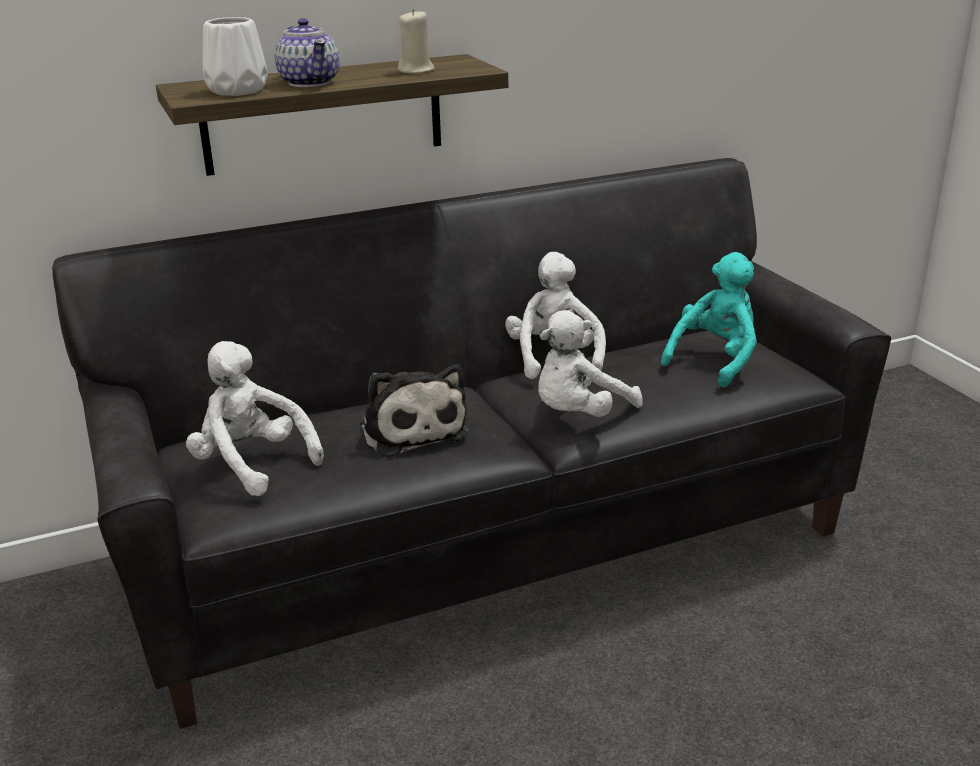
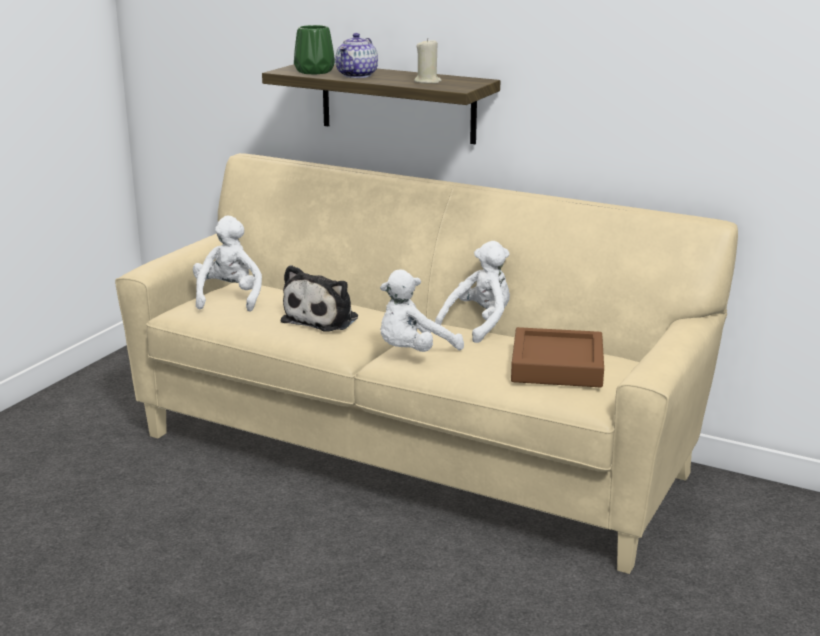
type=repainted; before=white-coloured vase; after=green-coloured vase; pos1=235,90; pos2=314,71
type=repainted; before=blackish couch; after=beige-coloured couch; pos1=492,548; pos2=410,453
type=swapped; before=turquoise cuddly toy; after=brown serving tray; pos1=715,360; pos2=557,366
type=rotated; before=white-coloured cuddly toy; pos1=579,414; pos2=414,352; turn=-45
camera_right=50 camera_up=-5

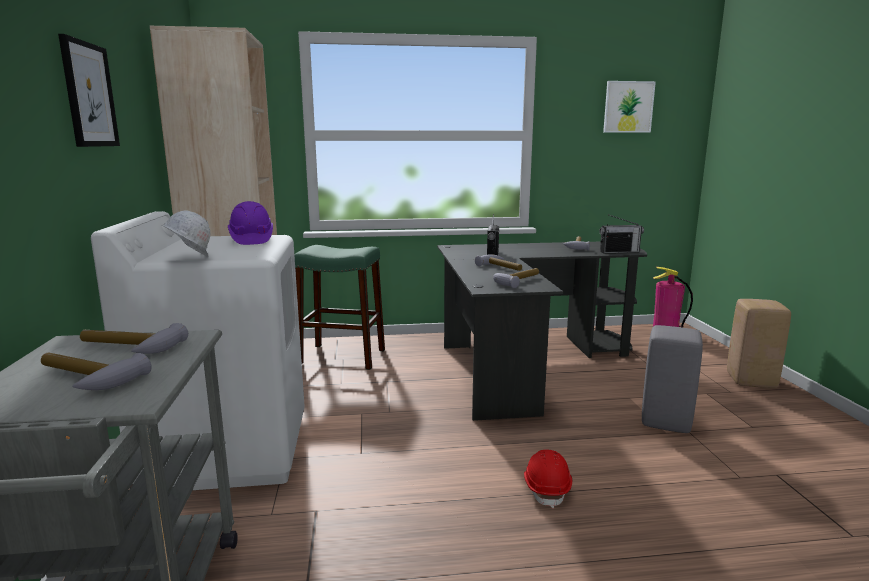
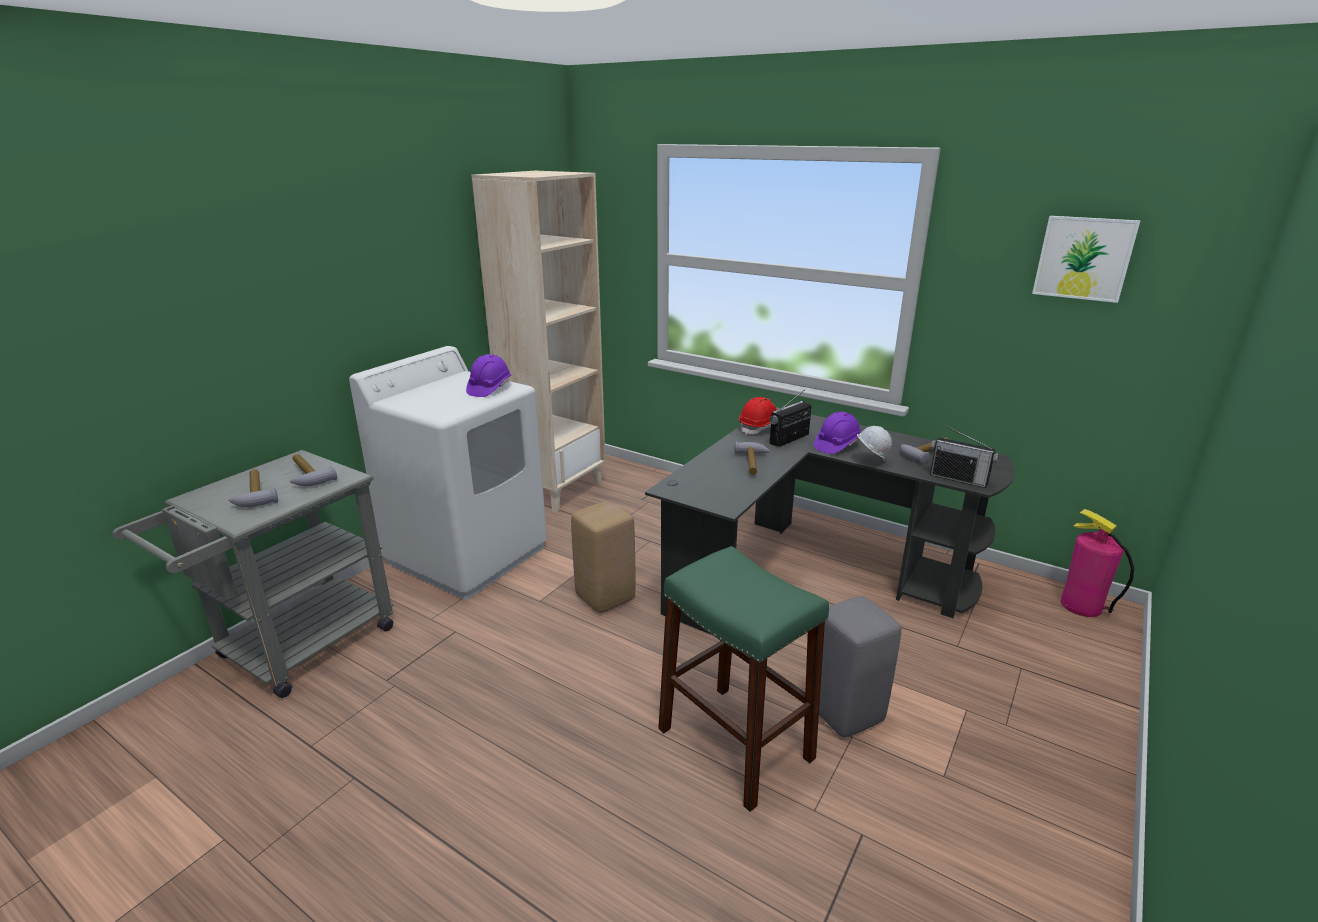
type=gone; before=wall picture; pos1=89,95
type=shifted; before=white-coloured work helmet; pos1=189,259; pos2=870,461
type=shifted; before=green-coloured stool seat; pos1=342,356; pos2=735,743
type=gone; before=hand hammer; pos1=517,281
type=shifted; before=beige-coloured stool seat; pos1=750,380; pos2=605,597
type=shifted; before=red work helmet; pos1=547,488; pos2=760,428
type=new; after=purple work helmet; pos2=836,445
camera_right=40 camera_up=10

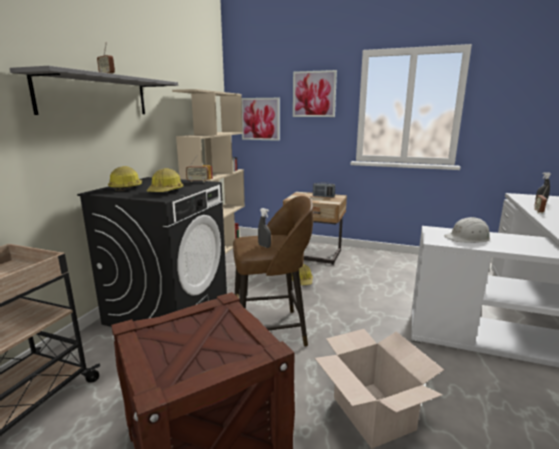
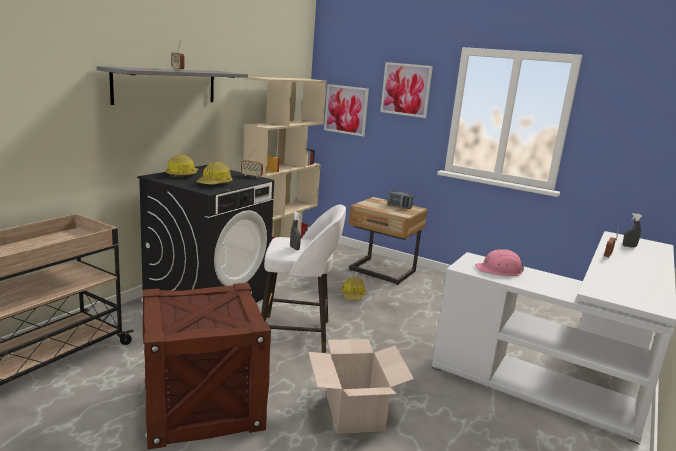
type=repainted; before=brown stool seat; after=white-coloured stool seat; pos1=271,330; pos2=297,334
type=repainted; before=white-coloured work helmet; after=pink-coloured work helmet; pos1=468,238; pos2=499,270
camera_right=10 camera_up=0

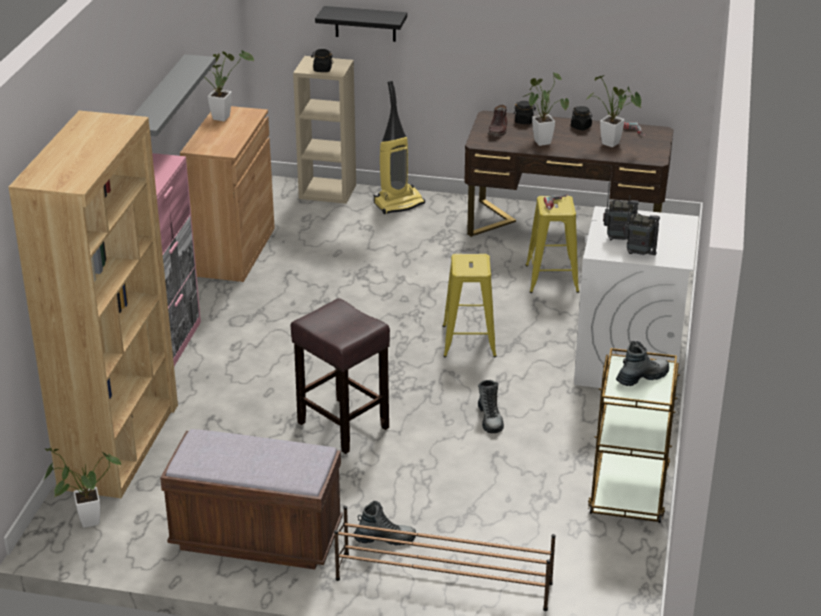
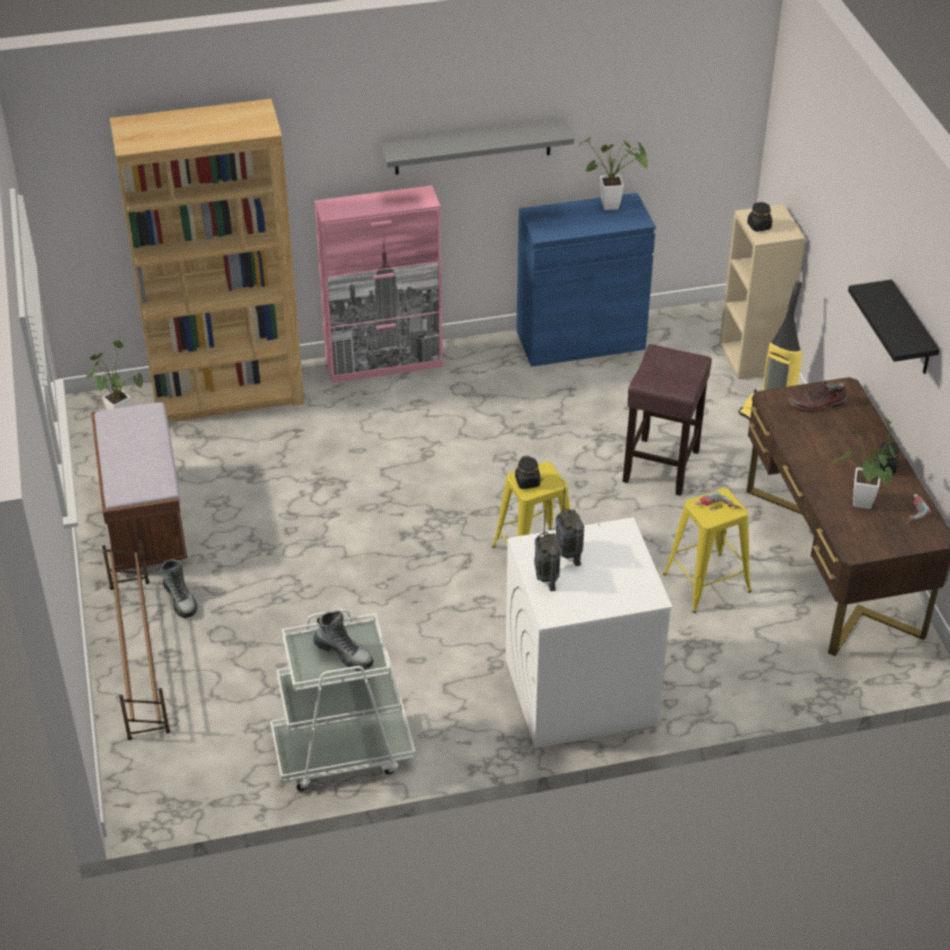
type=shifted; before=blackish bracket shelf; pos1=365,24; pos2=911,330
type=gone; before=plant in a pot; pos1=541,140
type=shifted; before=blackish preserve jar; pos1=524,121; pos2=527,482
type=repainted; before=brown cabinet; after=blue cabinet; pos1=233,251; pos2=580,340
type=shifted; before=brown stool seat; pos1=341,425; pos2=661,465
type=repainted; before=brown wheeled cart; after=white-coloured wheeled cart; pos1=628,490; pos2=342,752
type=gone; before=boot; pos1=490,419
camera_right=65 camera_up=10

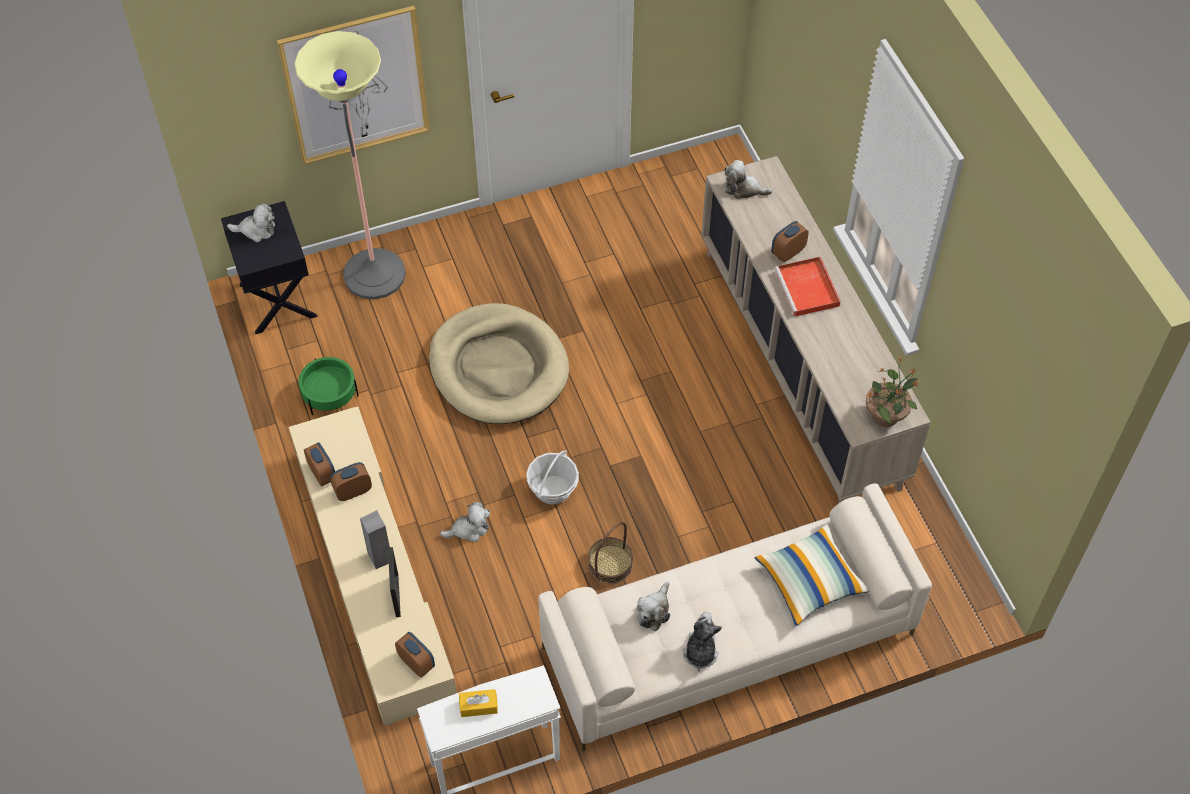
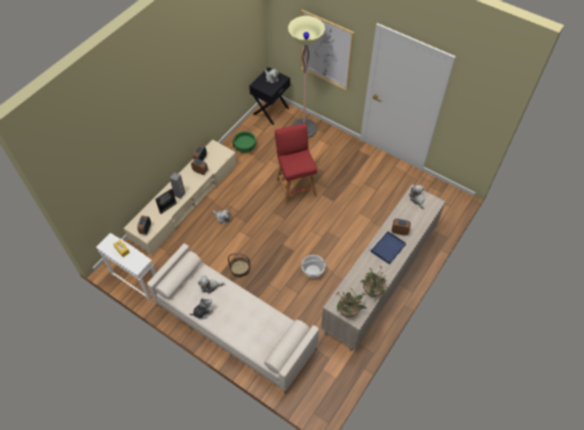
type=repainted; before=red serving tray; after=blue serving tray; pos1=808,289; pos2=387,248
type=swapped; before=beige-coloured dog bed; after=red stool seat; pos1=498,368; pos2=295,186
type=shifted; before=basket; pos1=553,489; pos2=312,271
type=gone; before=pillow; pos1=810,581
type=new; after=plant in a pot; pos2=372,291
camera_right=55 camera_up=0

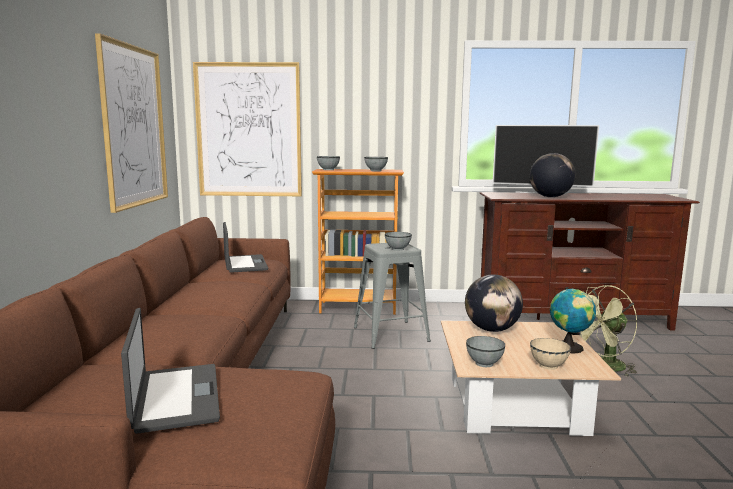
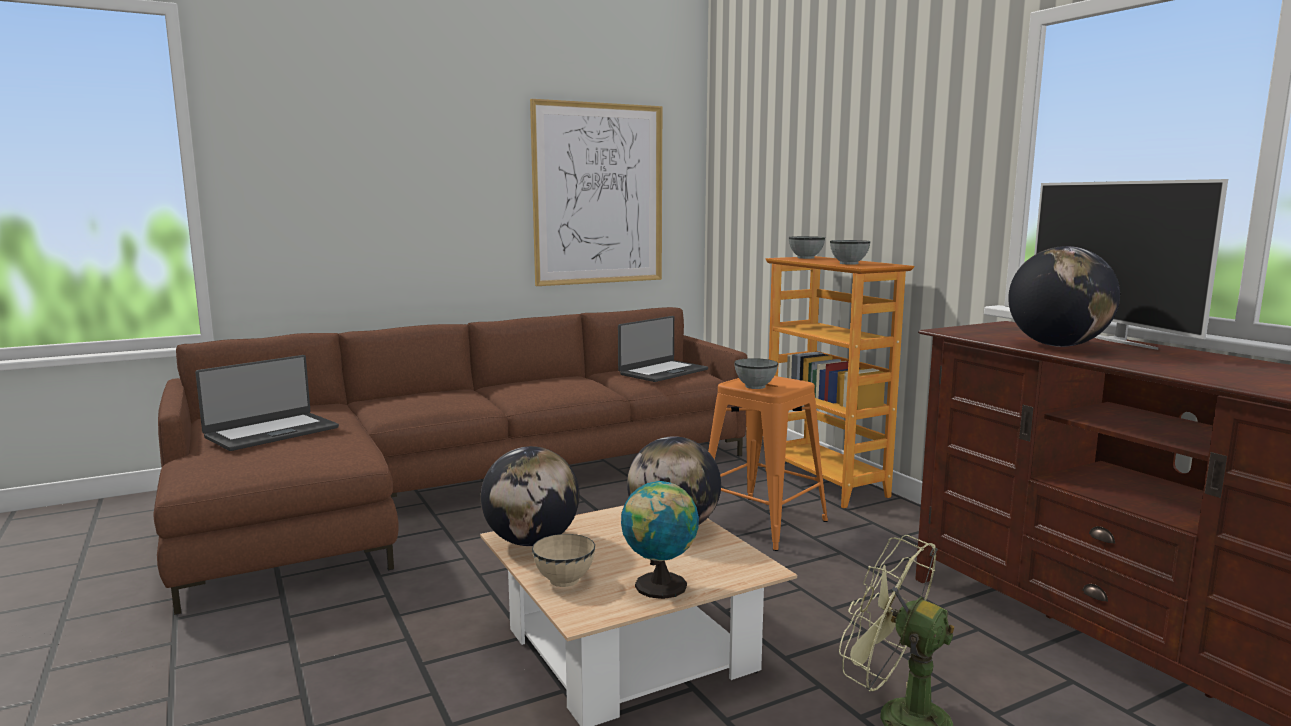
type=gone; before=wall picture; pos1=249,130
type=repainted; before=gray stool seat; after=orange stool seat; pos1=390,334; pos2=761,522
type=swapped; before=gray bowl; after=world globe; pos1=485,363; pos2=531,542
camera_right=60 camera_up=0

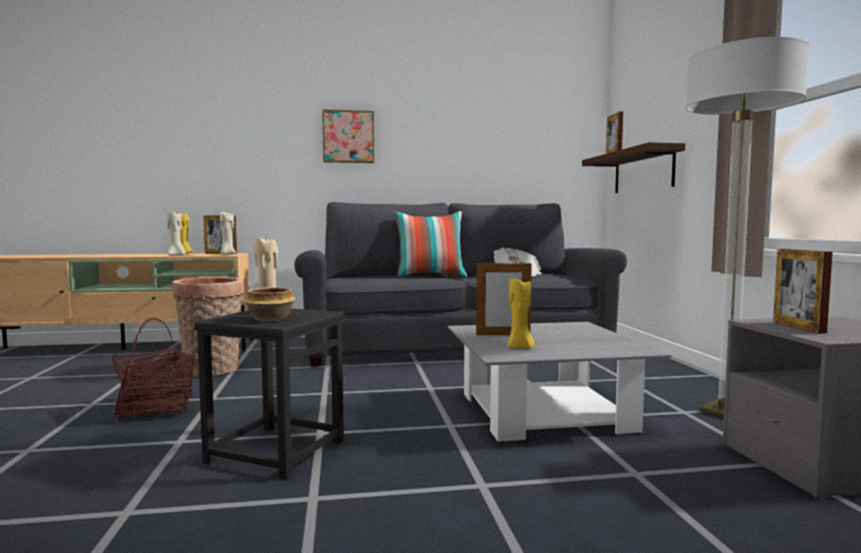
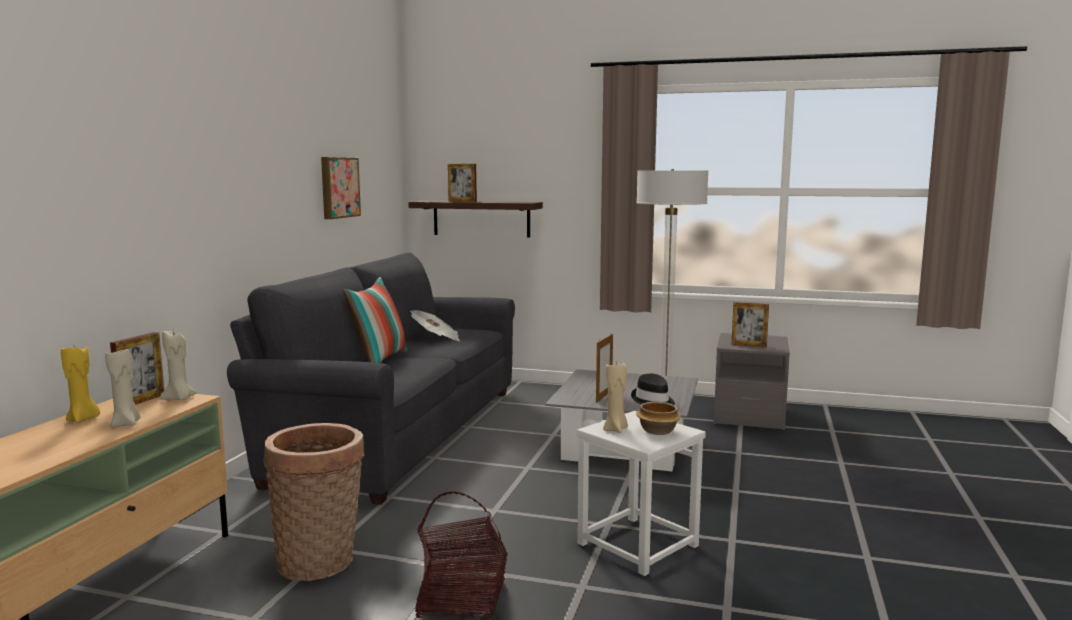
type=shifted; before=wall picture; pos1=348,137; pos2=338,187
type=swapped; before=yellow wax candle; after=blackish hat; pos1=520,348; pos2=653,401
type=repainted; before=blackish stool seat; after=white-coloured stool seat; pos1=275,450; pos2=637,545
camera_right=-65 camera_up=5

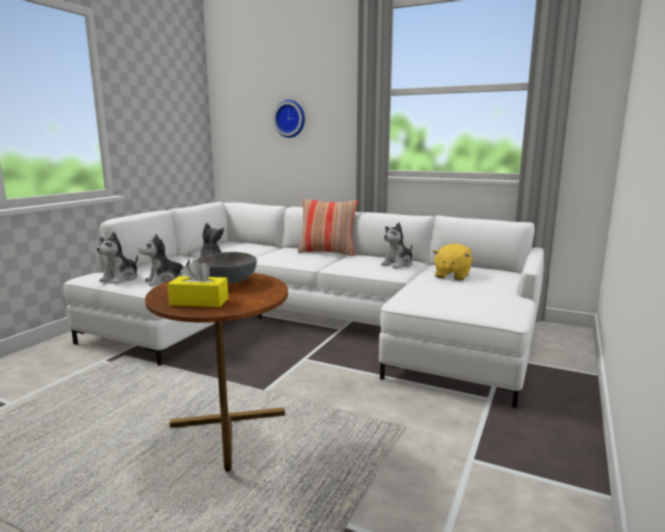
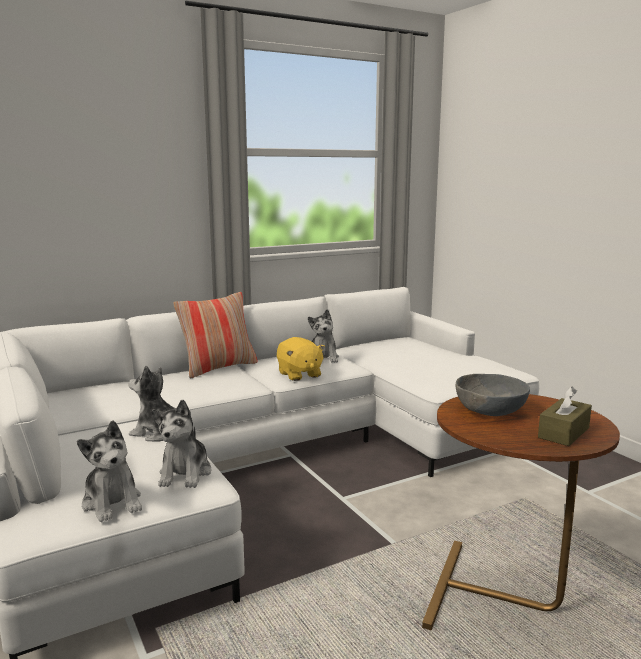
type=gone; before=clock on the wall; pos1=290,119
type=shifted; before=yellow cuddly toy; pos1=451,276; pos2=299,374
type=repainted; before=yellow tissue holder; after=brown tissue holder; pos1=199,302; pos2=563,433
camera_right=-55 camera_up=0

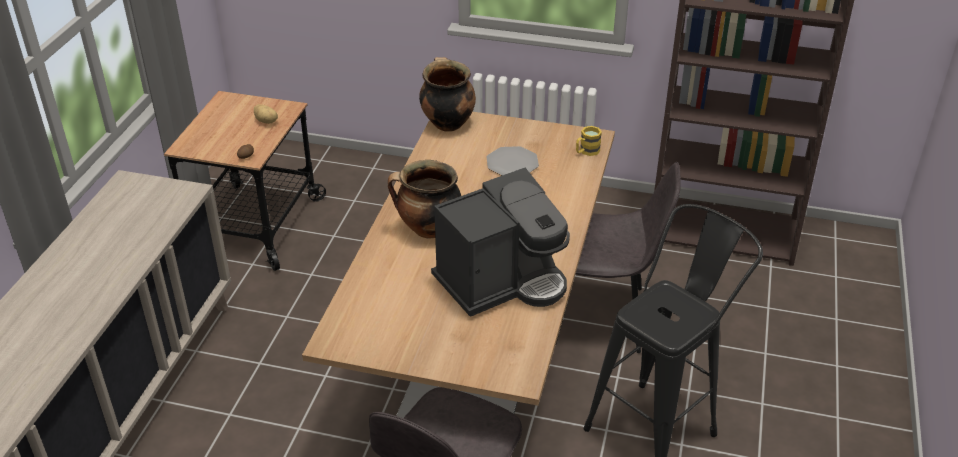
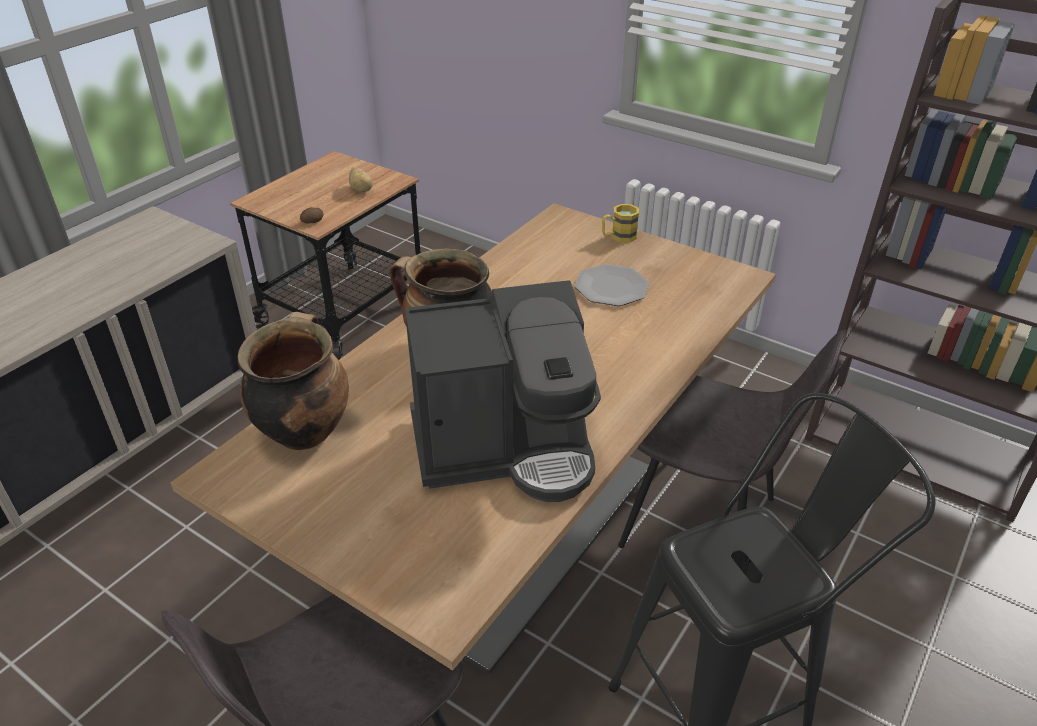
type=shifted; before=saucepot; pos1=447,123; pos2=304,430
type=shifted; before=yellow mug; pos1=586,151; pos2=618,237
camera_right=20 camera_up=0

